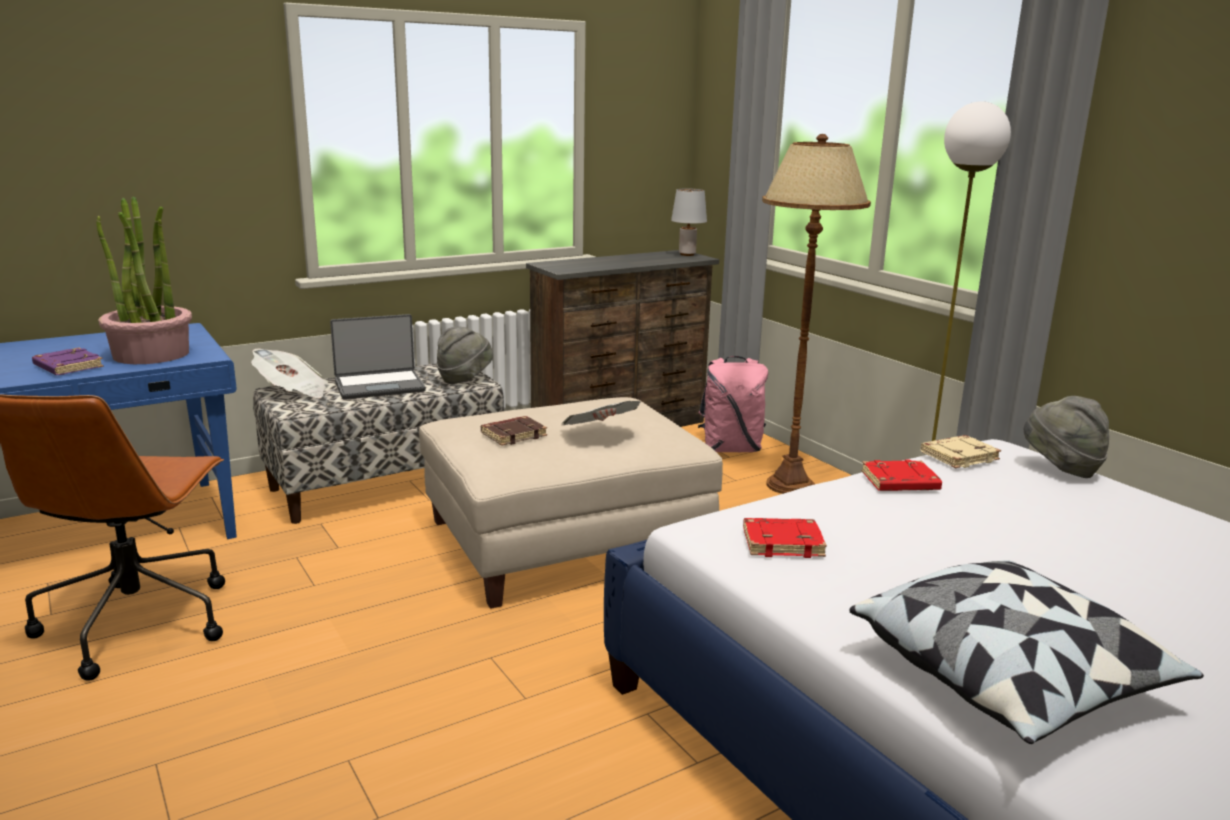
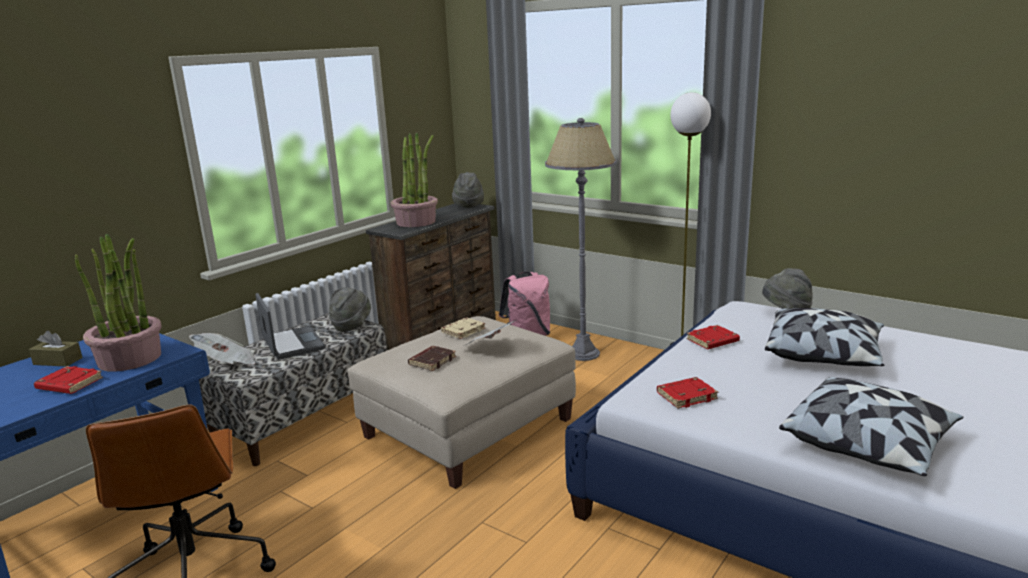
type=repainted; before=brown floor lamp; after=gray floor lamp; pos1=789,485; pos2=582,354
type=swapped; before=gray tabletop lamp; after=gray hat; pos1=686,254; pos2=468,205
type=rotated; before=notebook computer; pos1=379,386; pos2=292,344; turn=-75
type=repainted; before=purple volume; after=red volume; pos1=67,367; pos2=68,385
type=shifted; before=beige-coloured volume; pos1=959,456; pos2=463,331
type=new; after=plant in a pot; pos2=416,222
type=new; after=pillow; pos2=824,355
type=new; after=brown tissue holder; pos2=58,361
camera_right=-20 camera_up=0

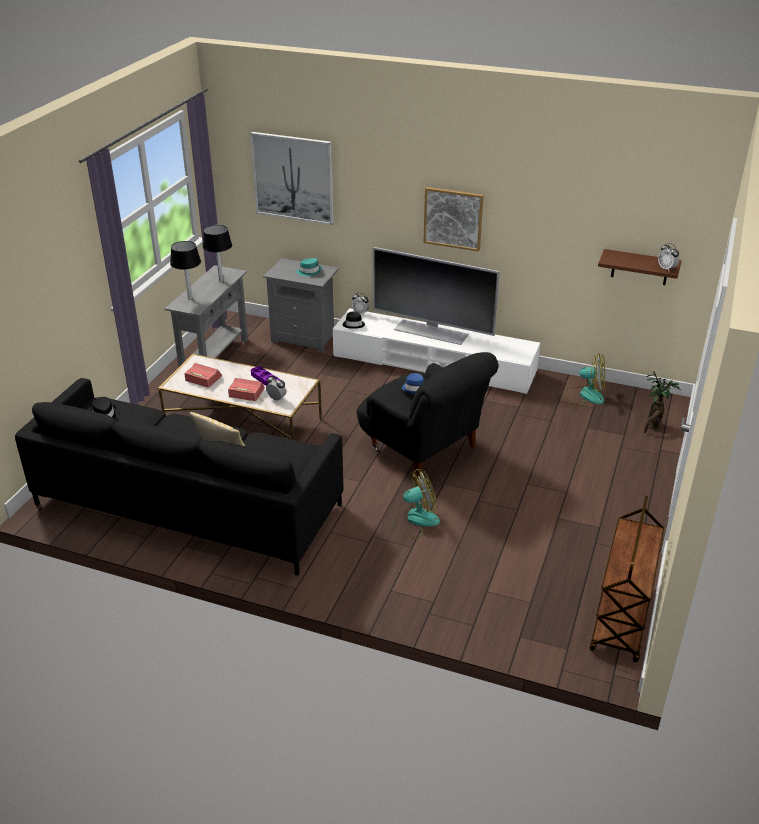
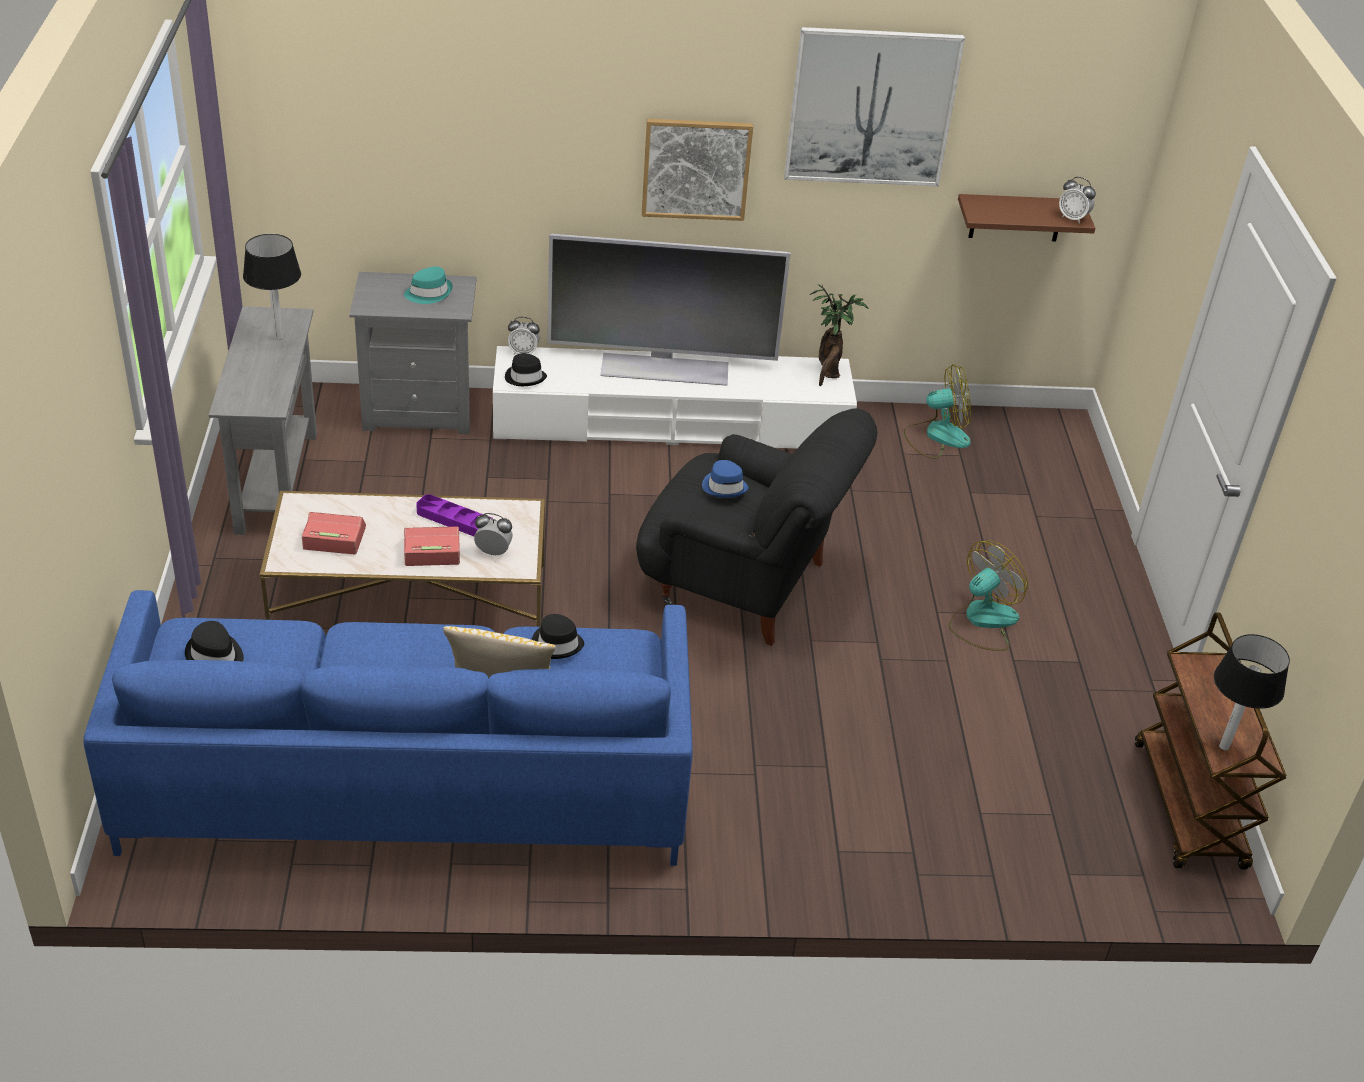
type=shifted; before=wall picture; pos1=293,178; pos2=871,107
type=shifted; before=tabletop lamp; pos1=190,298; pos2=1224,746
type=shifted; before=plant in a pot; pos1=653,426; pos2=828,373
type=repainted; before=blackish couch; after=blue couch; pos1=188,504; pos2=408,782
type=shifted; before=electric fan; pos1=415,520; pos2=982,621
type=new; after=blackish hat; pos2=557,644
camera_right=-25 camera_up=5

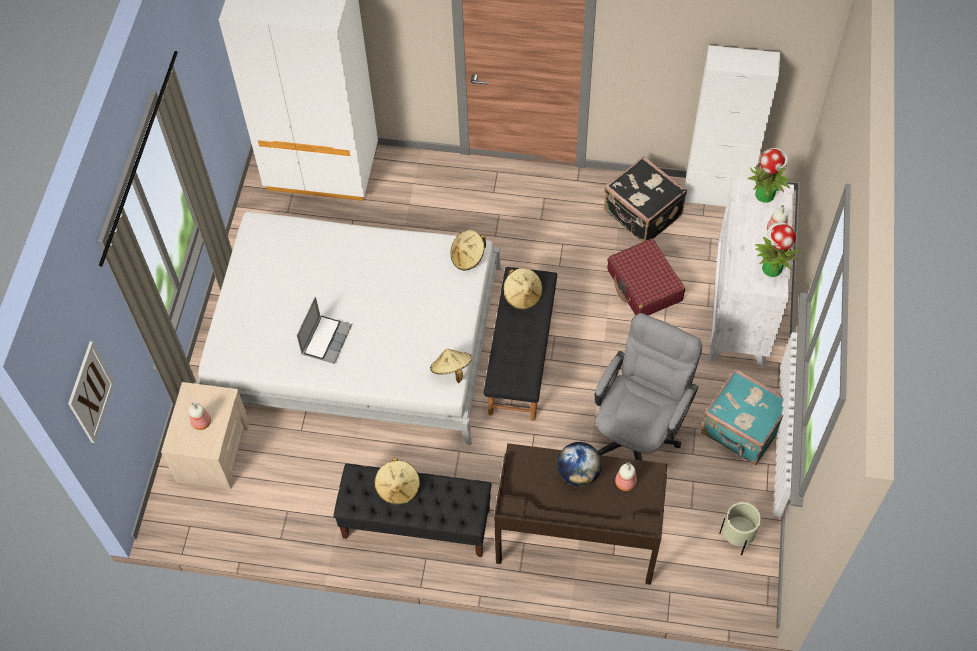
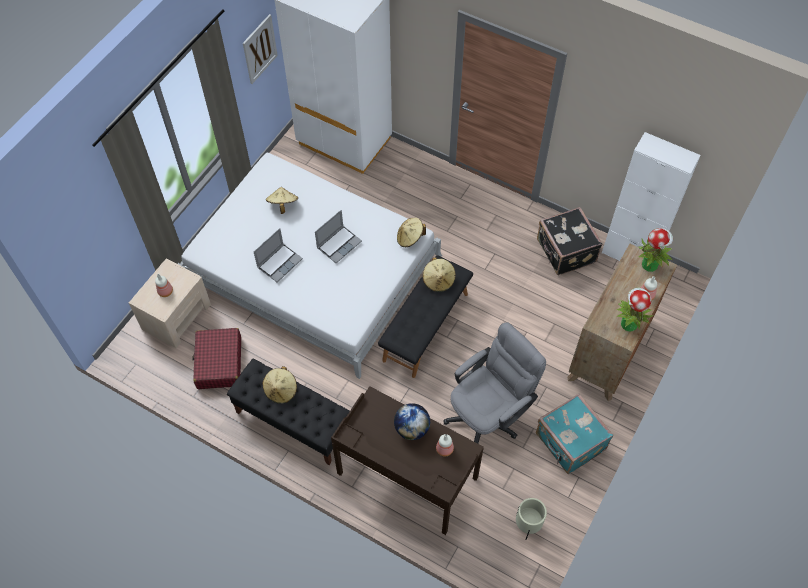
type=repainted; before=white-coloured dresser; after=brown dresser; pos1=740,311; pos2=609,351
type=shifted; before=red suitcase; pos1=644,285; pos2=219,363
type=shifted; before=wall picture; pos1=90,392; pos2=259,49
type=shifted; before=beige-coloured hat; pos1=451,370; pos2=282,205
type=new; after=notebook computer; pos2=339,244
camera_right=20 camera_up=0

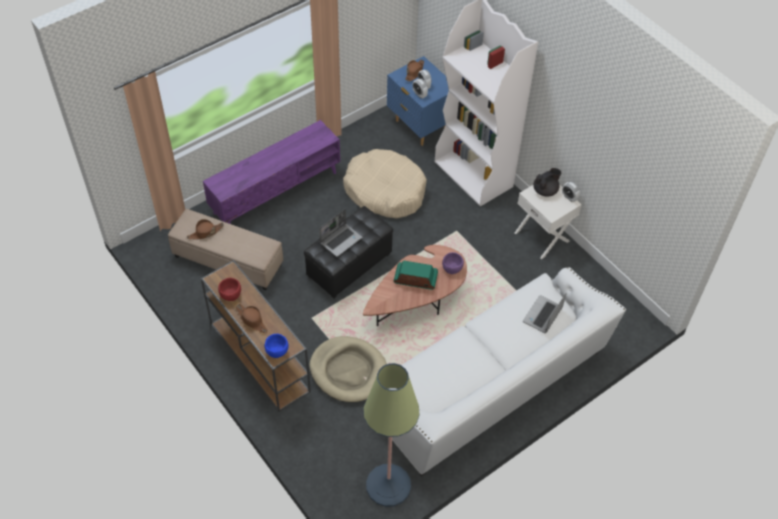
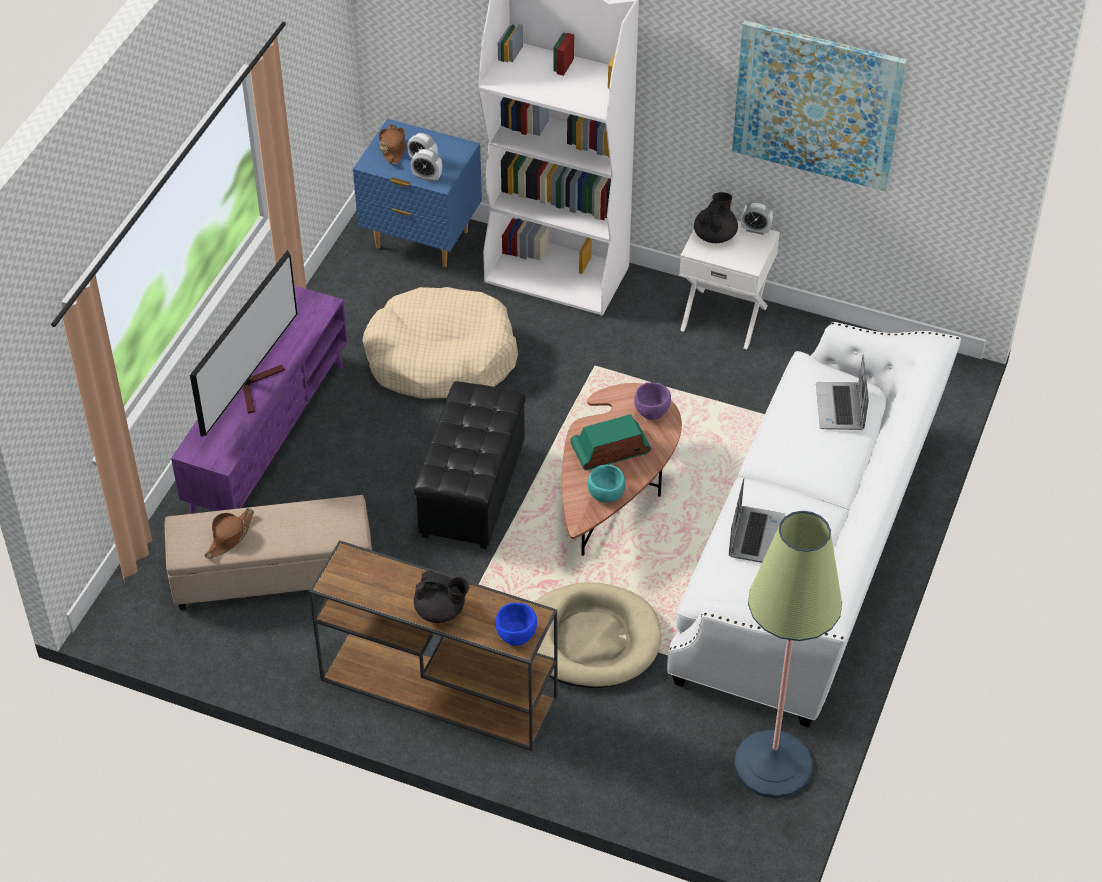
type=shifted; before=notebook computer; pos1=341,240; pos2=755,535
type=gone; before=red bowl; pos1=230,295
type=swapped; before=brown hat; after=blackish pot for tea; pos1=252,320; pos2=441,611
type=new; after=wall picture; pos2=817,105
type=new; after=television; pos2=256,384
type=new; after=turquoise bowl; pos2=607,494
camera_right=-30 camera_up=-5

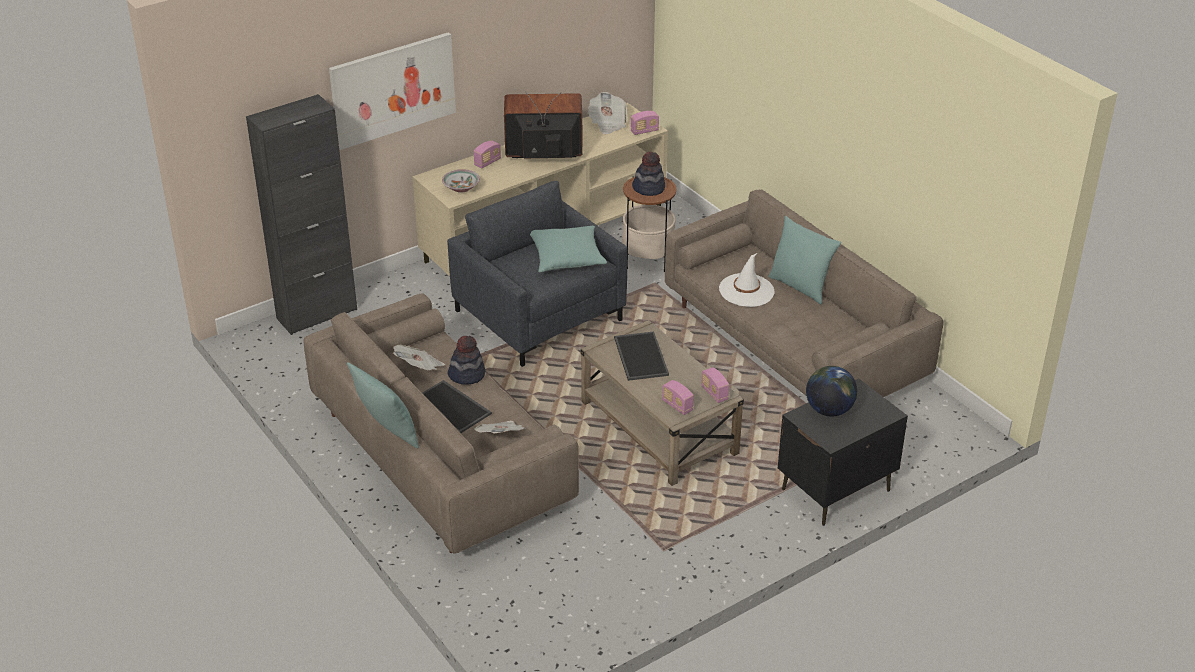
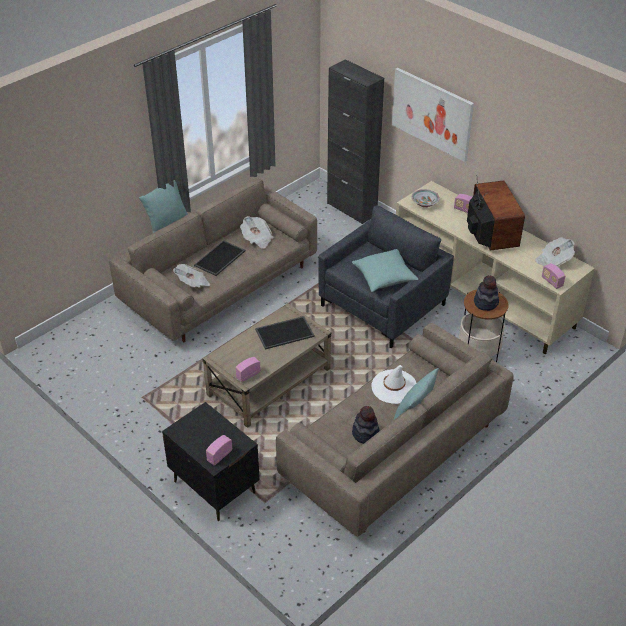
type=shifted; before=hat; pos1=467,374; pos2=365,433
type=gone; before=world globe; pos1=829,410
type=shifted; before=radio; pos1=677,406; pos2=219,456
camera_right=80 camera_up=5

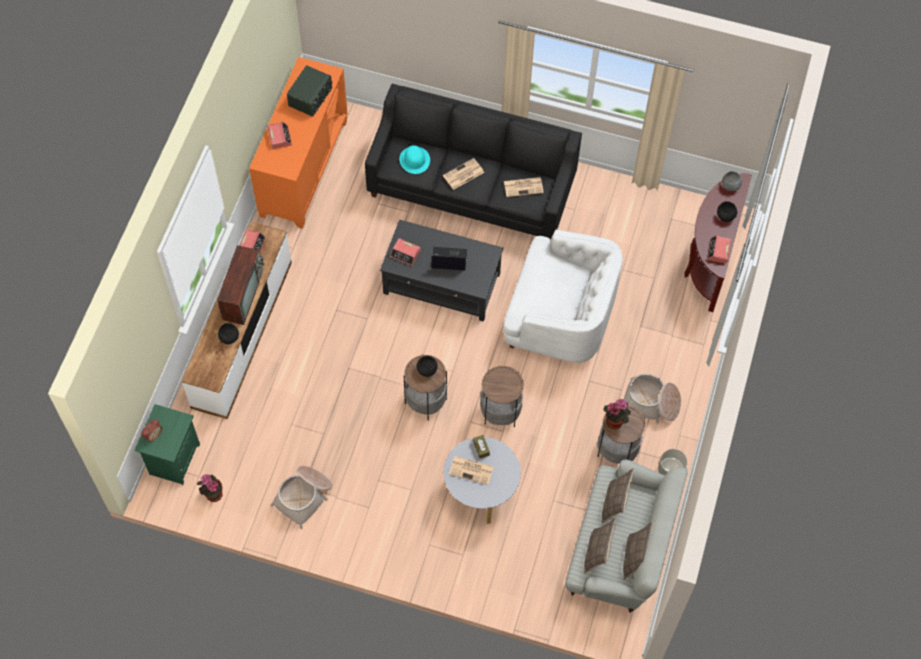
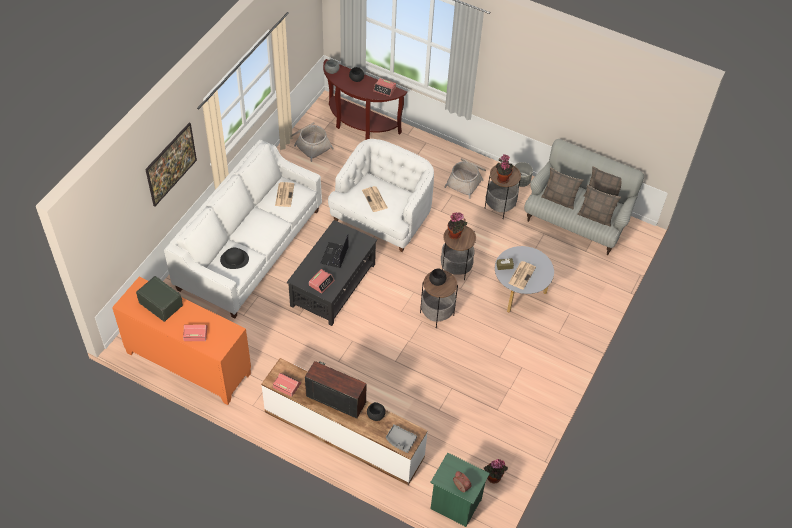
type=repainted; before=blackish couch; after=white-coloured couch; pos1=472,188; pos2=250,249
type=repainted; before=turquoise hat; after=blackish hat; pos1=414,160; pos2=234,259
type=shifted; before=daily paper; pos1=463,174; pos2=375,199
type=shifted; before=basket; pos1=304,497; pos2=310,144
type=new; after=wall picture; pos2=172,173
type=new; after=plant in a pot; pos2=455,235
type=new; after=gray serving tray; pos2=400,440
camera_right=-80 camera_up=-10

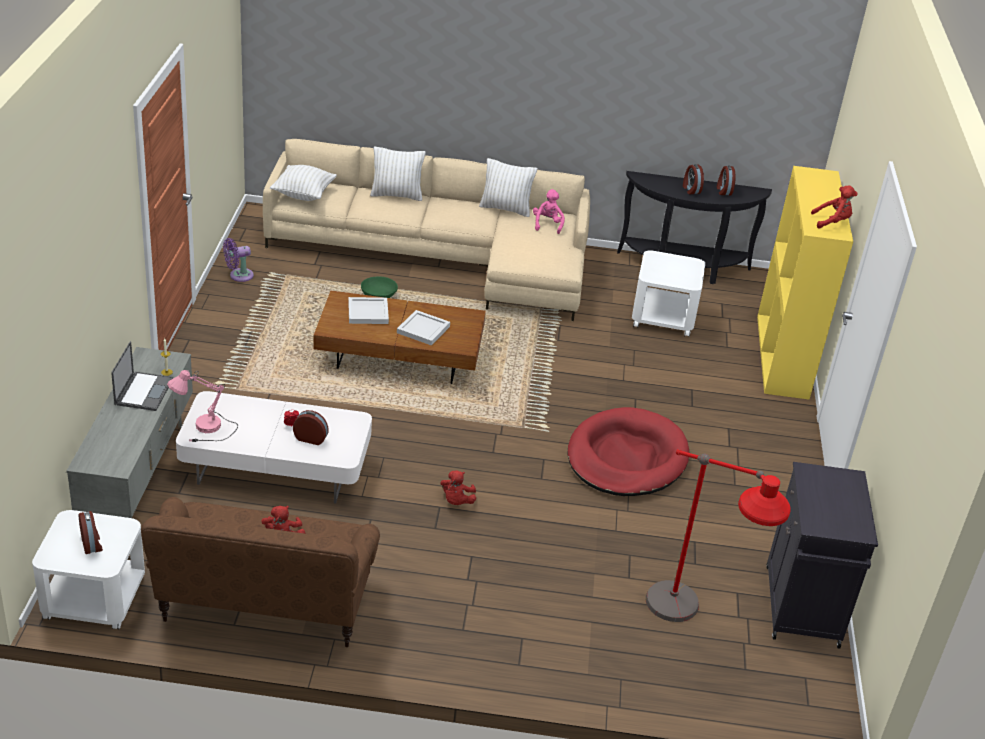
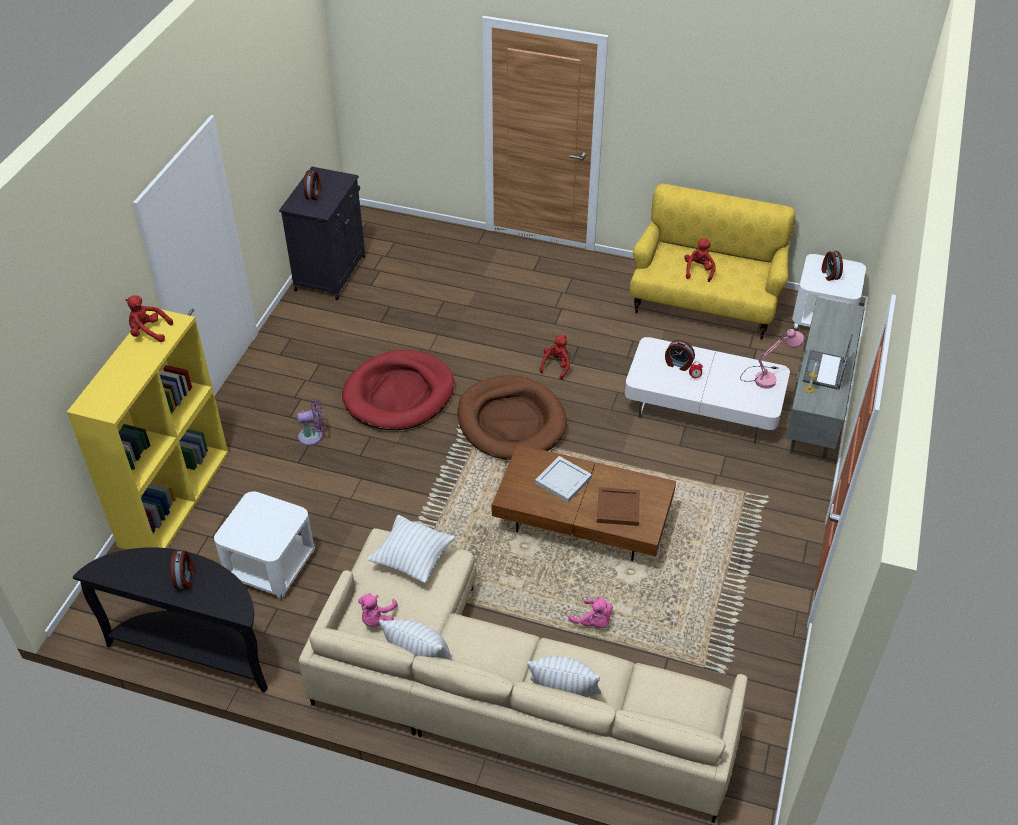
type=shifted; before=white-coloured pillow; pos1=303,194; pos2=412,559
type=shifted; before=table clock; pos1=723,191; pos2=314,194
type=shifted; before=purple electric fan; pos1=239,276; pos2=313,436
type=swapped; before=green-coloured bowl; after=pink-coloured cuddly toy; pos1=379,295; pos2=593,622
type=repainted; before=white-coloured serving tray; after=brown serving tray; pos1=368,313; pos2=617,507
type=gone; before=red floor lamp; pos1=690,629
type=repainted; before=brown couch; after=yellow couch; pos1=265,604; pos2=705,303
type=new; after=brown dog bed; pos2=511,421
camera_right=-165 camera_up=10

